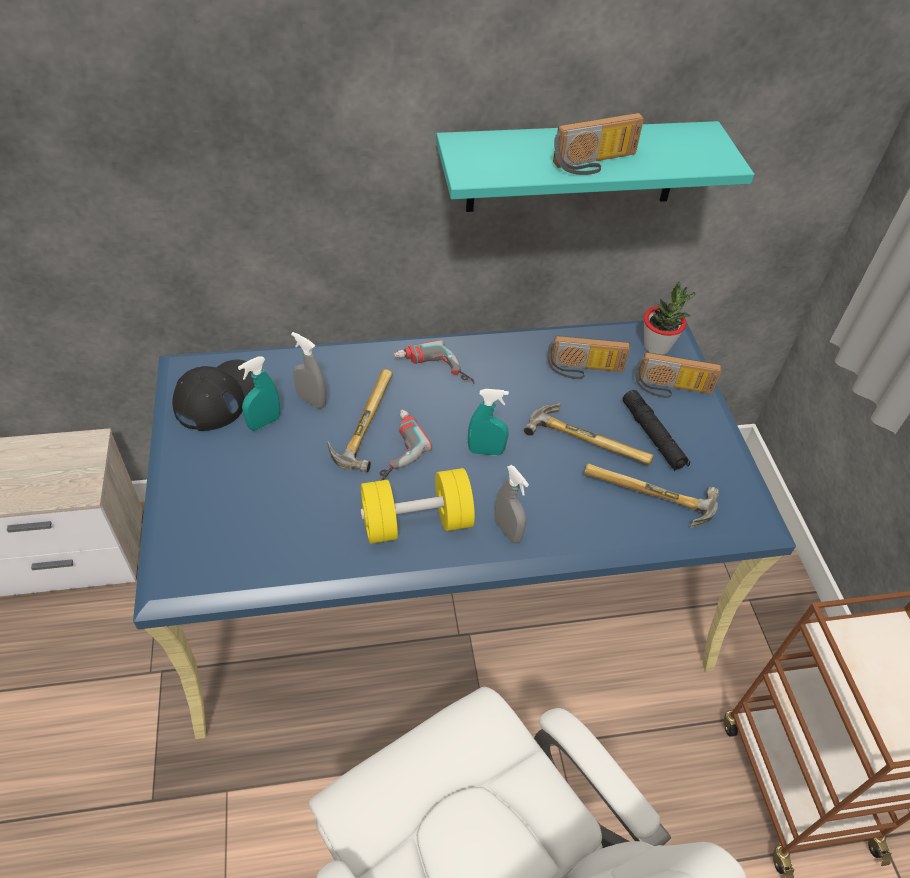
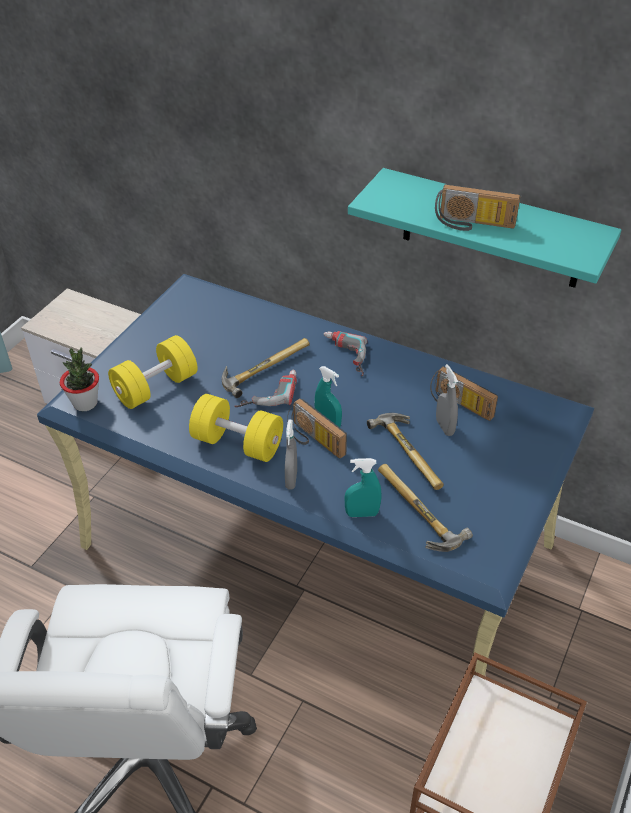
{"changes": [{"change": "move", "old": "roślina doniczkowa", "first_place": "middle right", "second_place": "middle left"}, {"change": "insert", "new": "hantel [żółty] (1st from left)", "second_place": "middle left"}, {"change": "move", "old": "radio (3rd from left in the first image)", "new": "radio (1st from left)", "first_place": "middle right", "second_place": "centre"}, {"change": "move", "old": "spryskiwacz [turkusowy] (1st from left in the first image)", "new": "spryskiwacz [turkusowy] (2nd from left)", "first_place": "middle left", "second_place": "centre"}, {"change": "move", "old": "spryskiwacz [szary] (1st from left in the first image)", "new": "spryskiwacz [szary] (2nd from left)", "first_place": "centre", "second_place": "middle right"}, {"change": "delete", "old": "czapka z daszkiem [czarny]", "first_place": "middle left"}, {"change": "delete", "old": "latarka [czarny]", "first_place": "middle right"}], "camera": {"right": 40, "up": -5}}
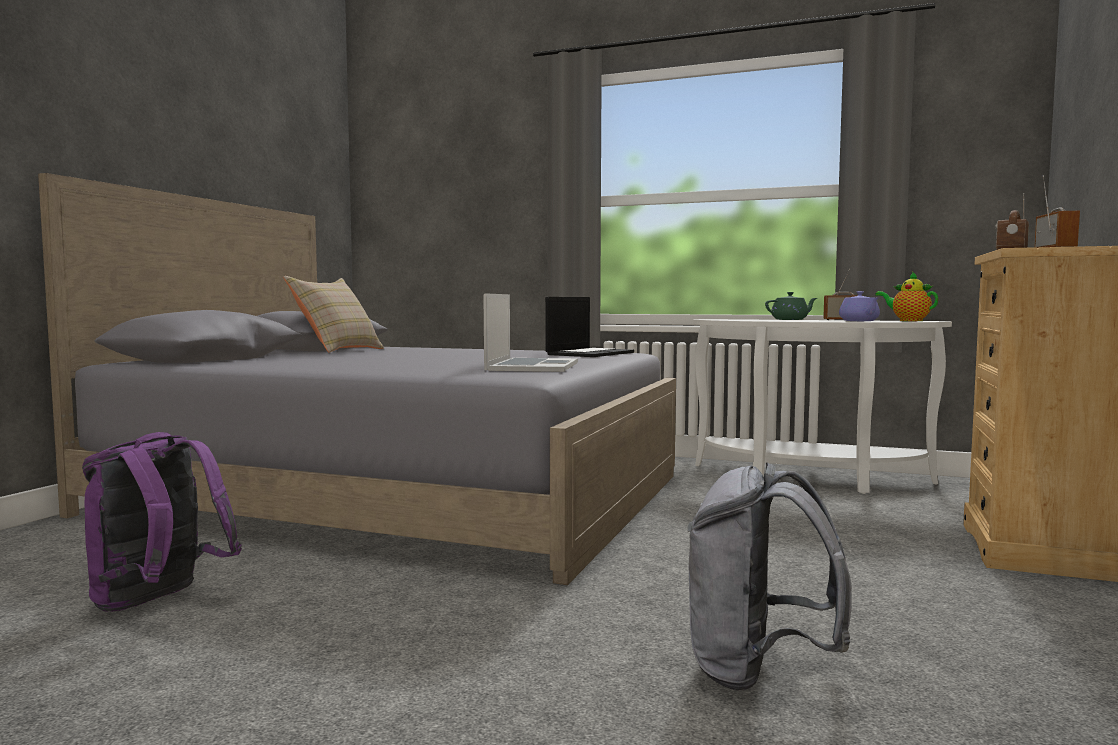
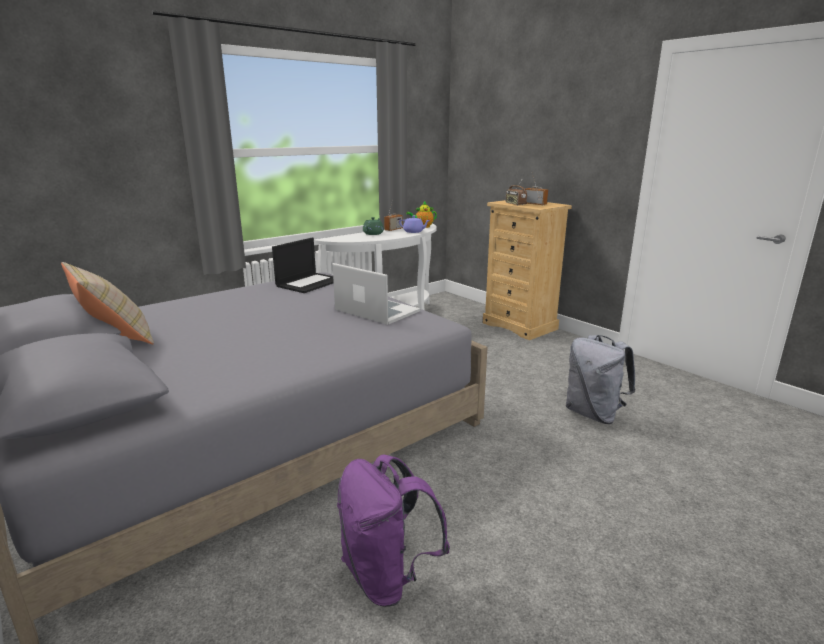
{"changes": [{"change": "rotate", "old": "laptop (2nd from left in the first image)", "first_place": "centre", "second_place": "centre", "degrees": 60}], "camera": {"right": -60, "up": 15}}
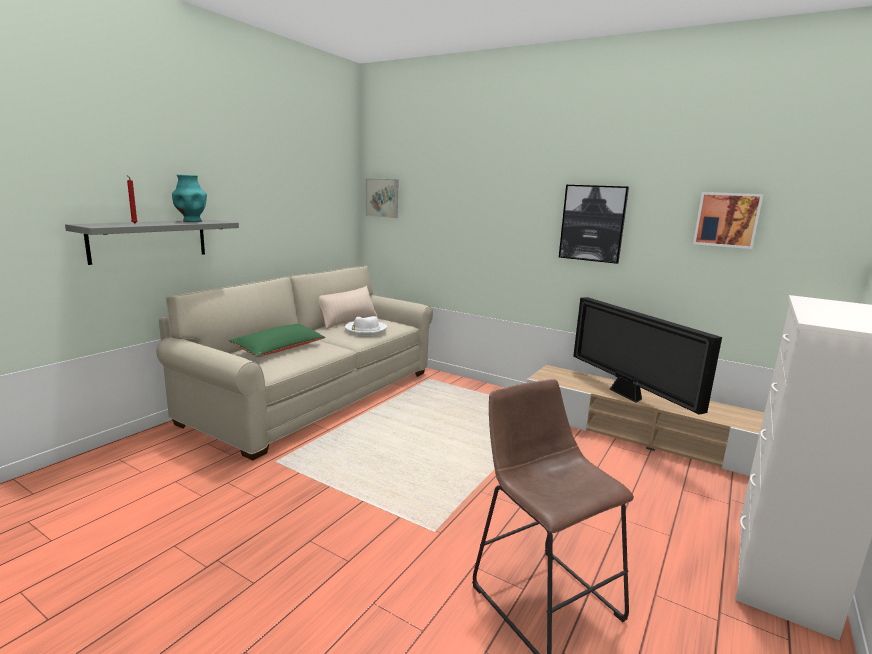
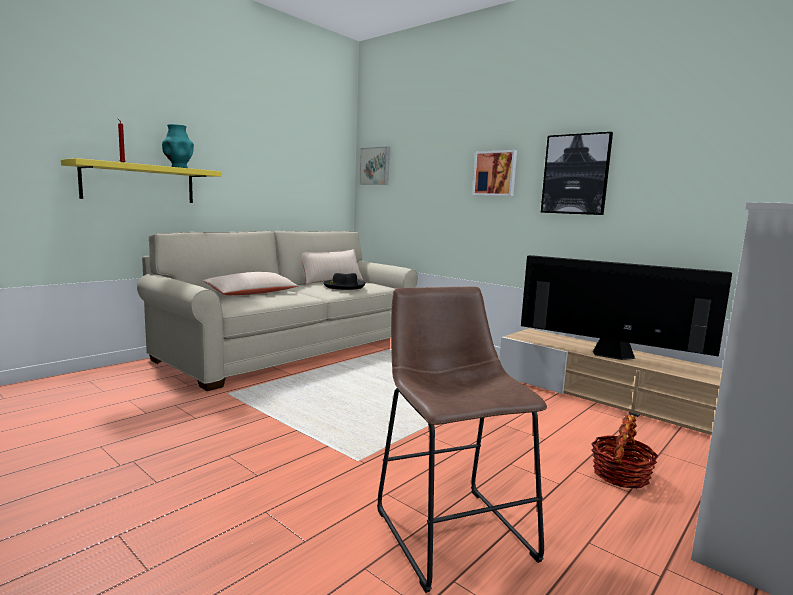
{"changes": [{"change": "recolor", "old": "półka [szary]", "new": "półka [żółty]", "first_place": "middle left", "second_place": "top left"}, {"change": "recolor", "old": "poduszka [zielony]", "new": "poduszka [beżowy] (1st from left)", "first_place": "middle left", "second_place": "middle left"}, {"change": "recolor", "old": "kapelusz [biały]", "new": "kapelusz [czarny]", "first_place": "centre", "second_place": "centre"}, {"change": "move", "old": "obraz (3rd from left in the first image)", "new": "obraz (2nd from left)", "first_place": "middle right", "second_place": "top centre"}, {"change": "rotate", "old": "telewizor", "first_place": "middle right", "second_place": "middle right", "degrees": 135}, {"change": "insert", "new": "koszyk", "second_place": "bottom right"}], "camera": {"right": 10, "up": -5}}
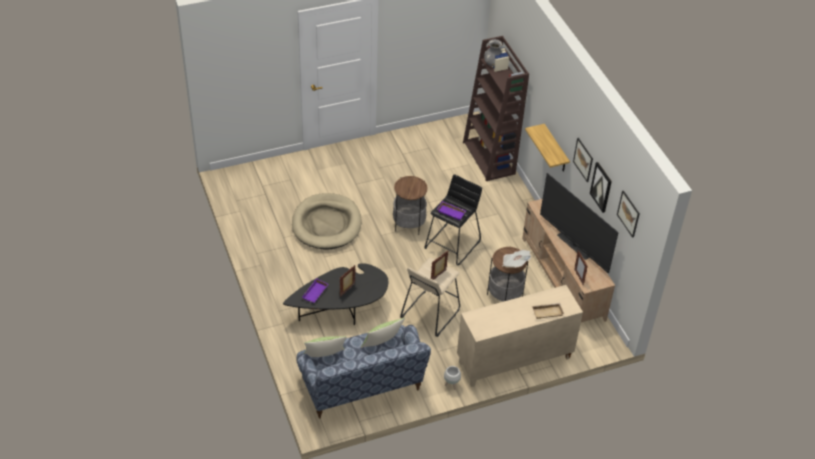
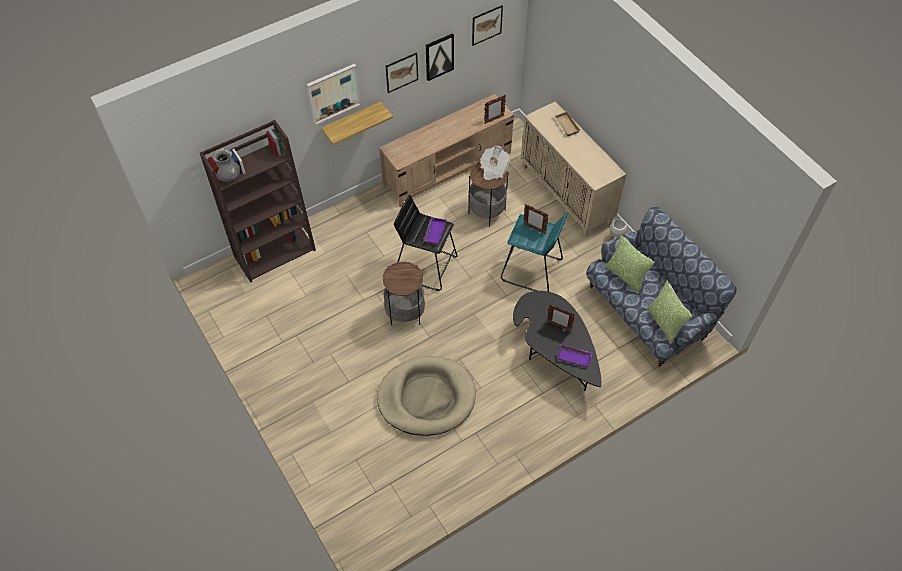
{"changes": [{"change": "insert", "new": "obraz (1st from left)", "second_place": "top centre"}, {"change": "recolor", "old": "stołek [beżowy]", "new": "stołek [turkusowy]", "first_place": "centre", "second_place": "centre"}, {"change": "delete", "old": "telewizor", "first_place": "middle right"}], "camera": {"right": -100, "up": 10}}
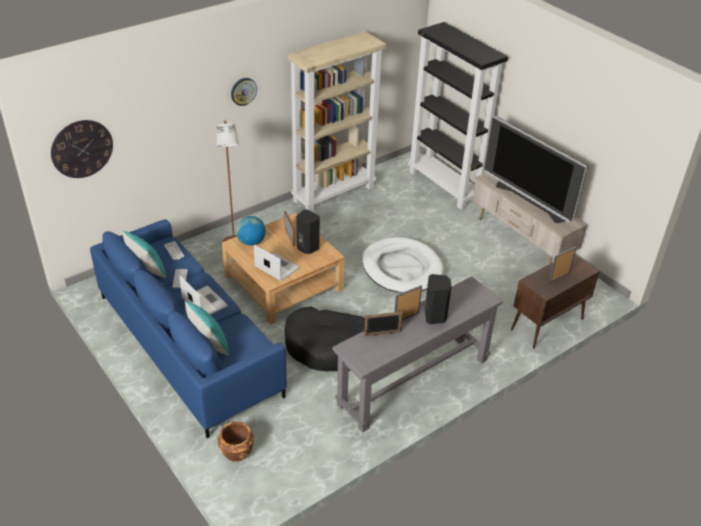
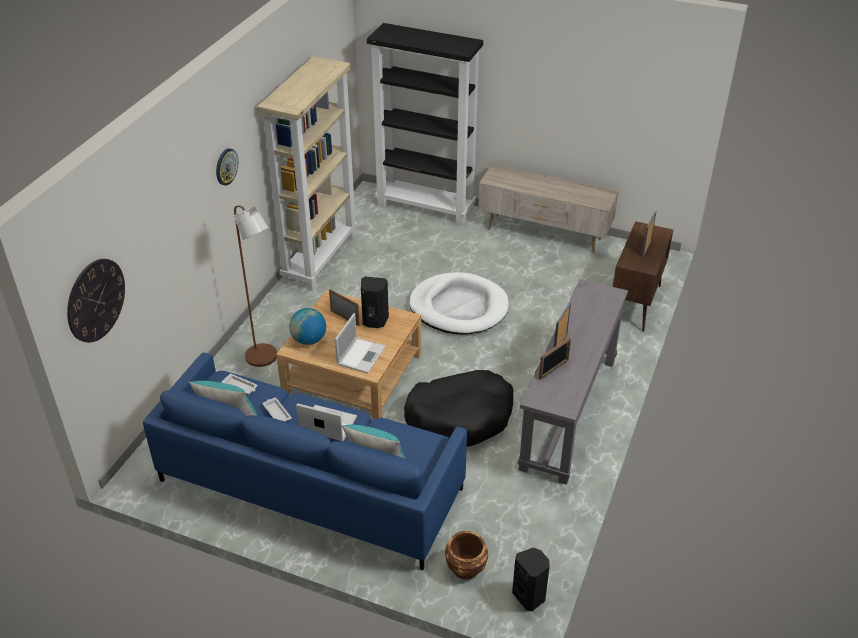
{"changes": [{"change": "rotate", "old": "laptop (2nd from left)", "first_place": "centre", "second_place": "centre", "degrees": 105}, {"change": "move", "old": "głośnik [czarny] (2nd from left)", "first_place": "centre", "second_place": "bottom centre"}, {"change": "delete", "old": "telewizor", "first_place": "top right"}], "camera": {"right": -30, "up": 0}}
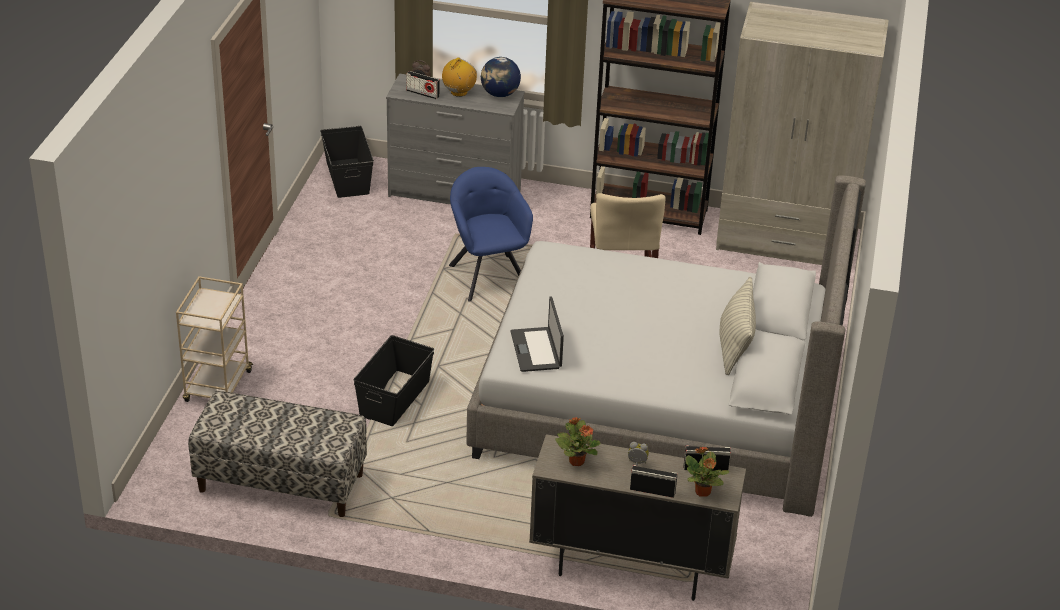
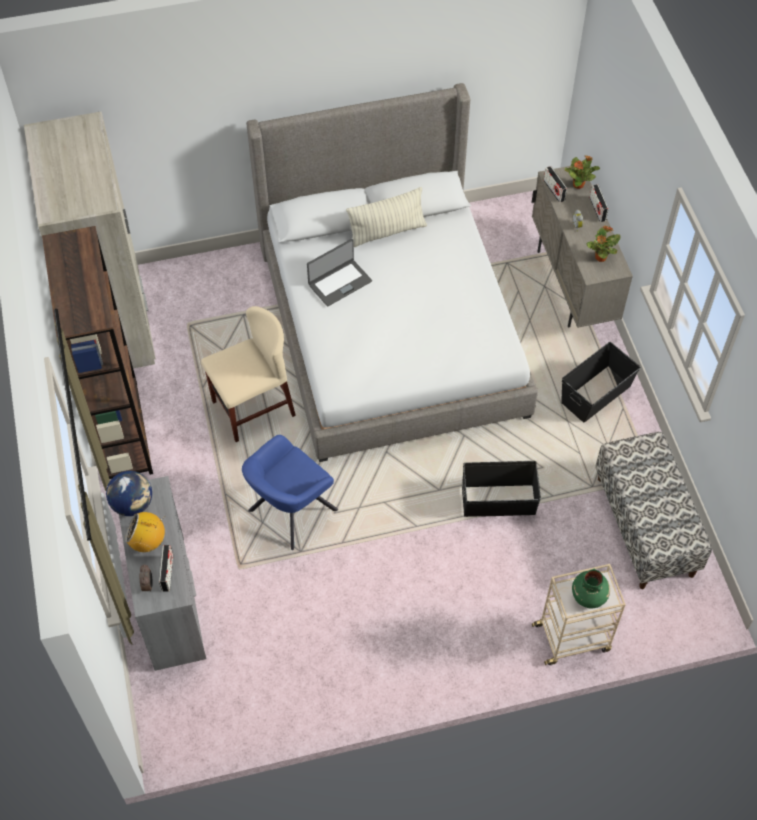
{"changes": [{"change": "move", "old": "laptop", "first_place": "centre", "second_place": "top centre"}, {"change": "move", "old": "pojemnik do przechowywania [czarny] (1st from left in the first image)", "new": "pojemnik do przechowywania [czarny] (2nd from left)", "first_place": "top left", "second_place": "middle right"}, {"change": "insert", "new": "wazon [zielony]", "second_place": "bottom right"}], "camera": {"right": -115, "up": 20}}
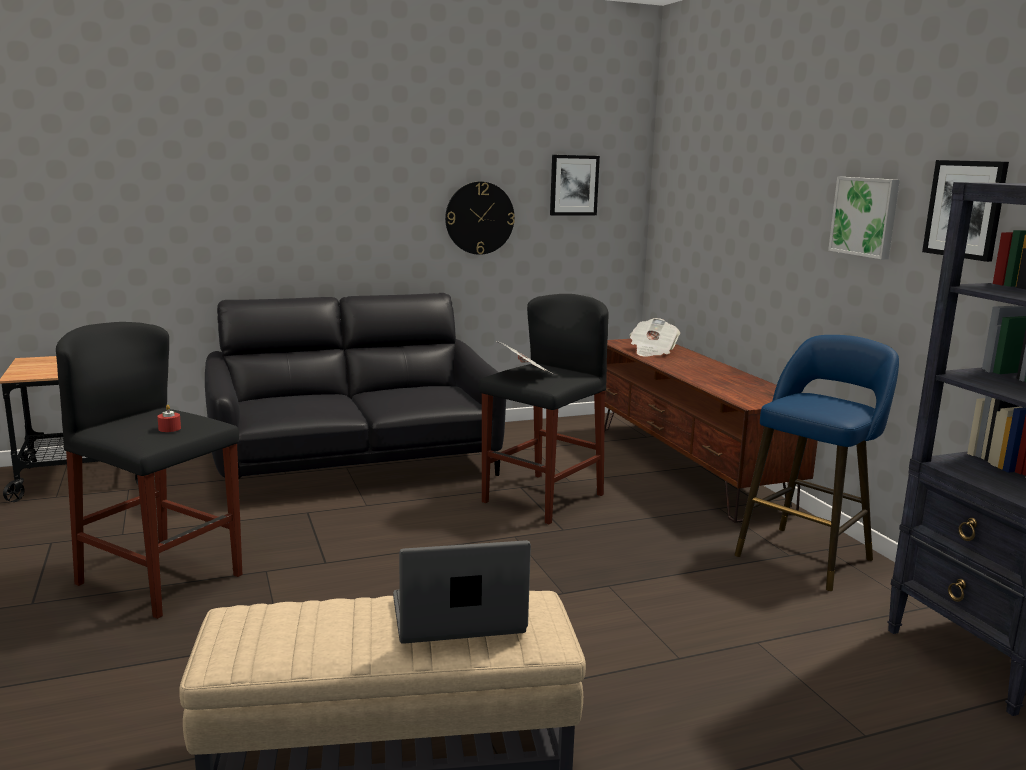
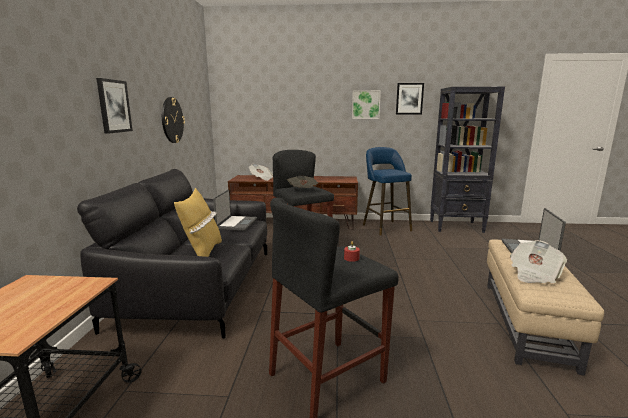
{"changes": [{"change": "move", "old": "obraz (1st from left)", "first_place": "top centre", "second_place": "top left"}, {"change": "insert", "new": "poduszka [żółty]", "second_place": "middle left"}, {"change": "insert", "new": "laptop (1st from left)", "second_place": "centre"}, {"change": "insert", "new": "gazeta (3rd from left)", "second_place": "middle right"}], "camera": {"right": -65, "up": 0}}
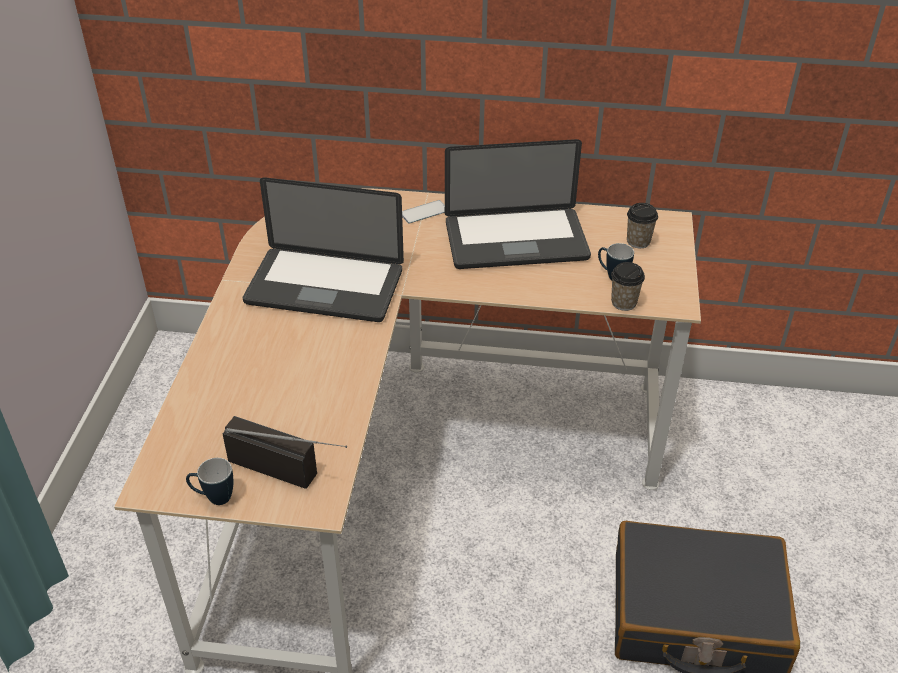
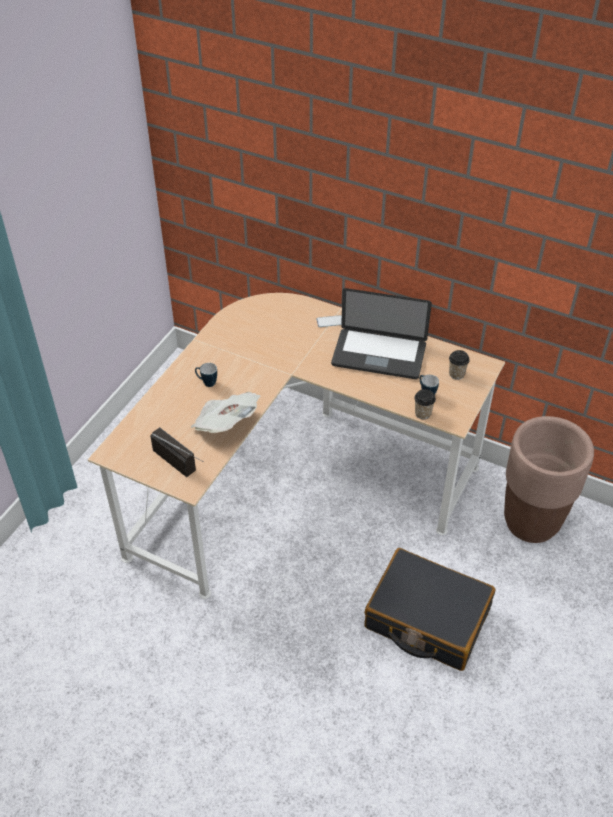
{"changes": [{"change": "insert", "new": "gazeta", "second_place": "centre"}, {"change": "move", "old": "kubek (1st from left)", "first_place": "bottom left", "second_place": "centre"}, {"change": "insert", "new": "donica [brązowy]", "second_place": "middle right"}, {"change": "delete", "old": "laptop (1st from left)", "first_place": "centre"}], "camera": {"right": 20, "up": 5}}
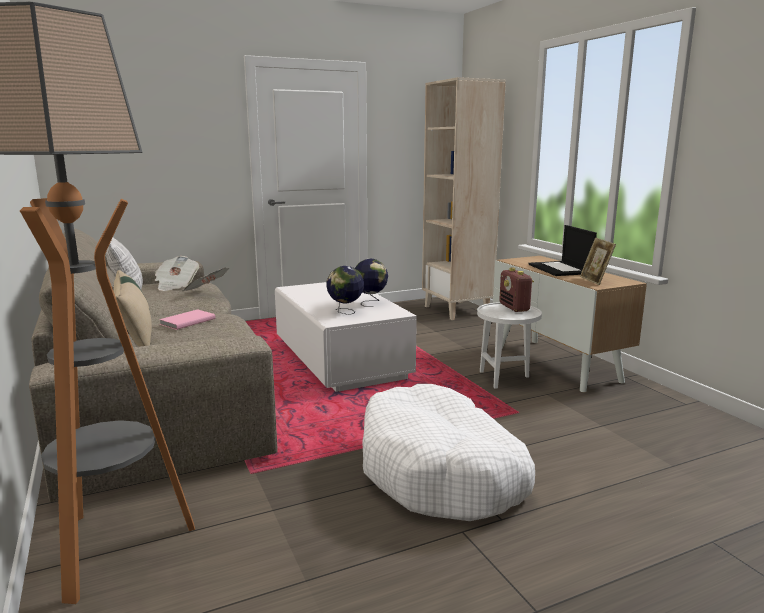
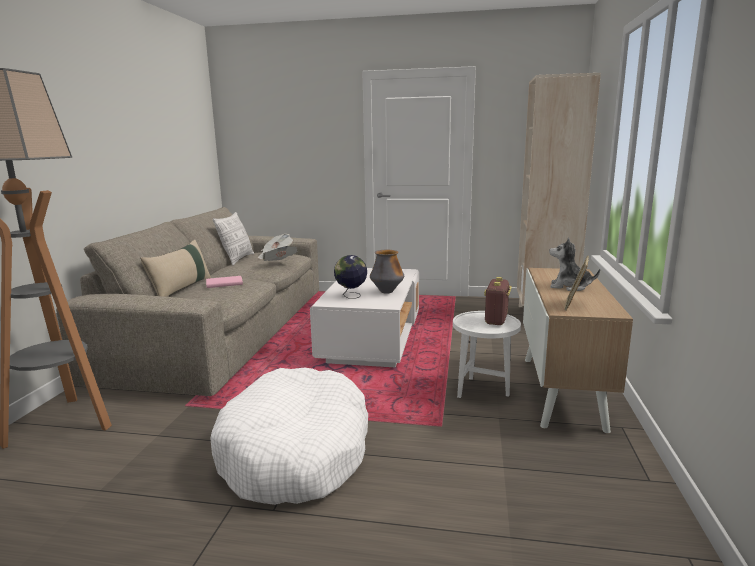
{"changes": [{"change": "replace", "old": "globus (2nd from left)", "new": "wazon", "first_place": "centre", "second_place": "centre"}, {"change": "replace", "old": "laptop", "new": "pluszak", "first_place": "middle right", "second_place": "middle right"}], "camera": {"right": 35, "up": 0}}
